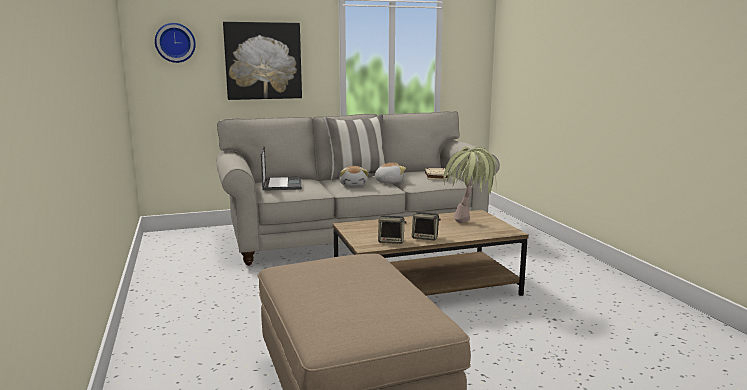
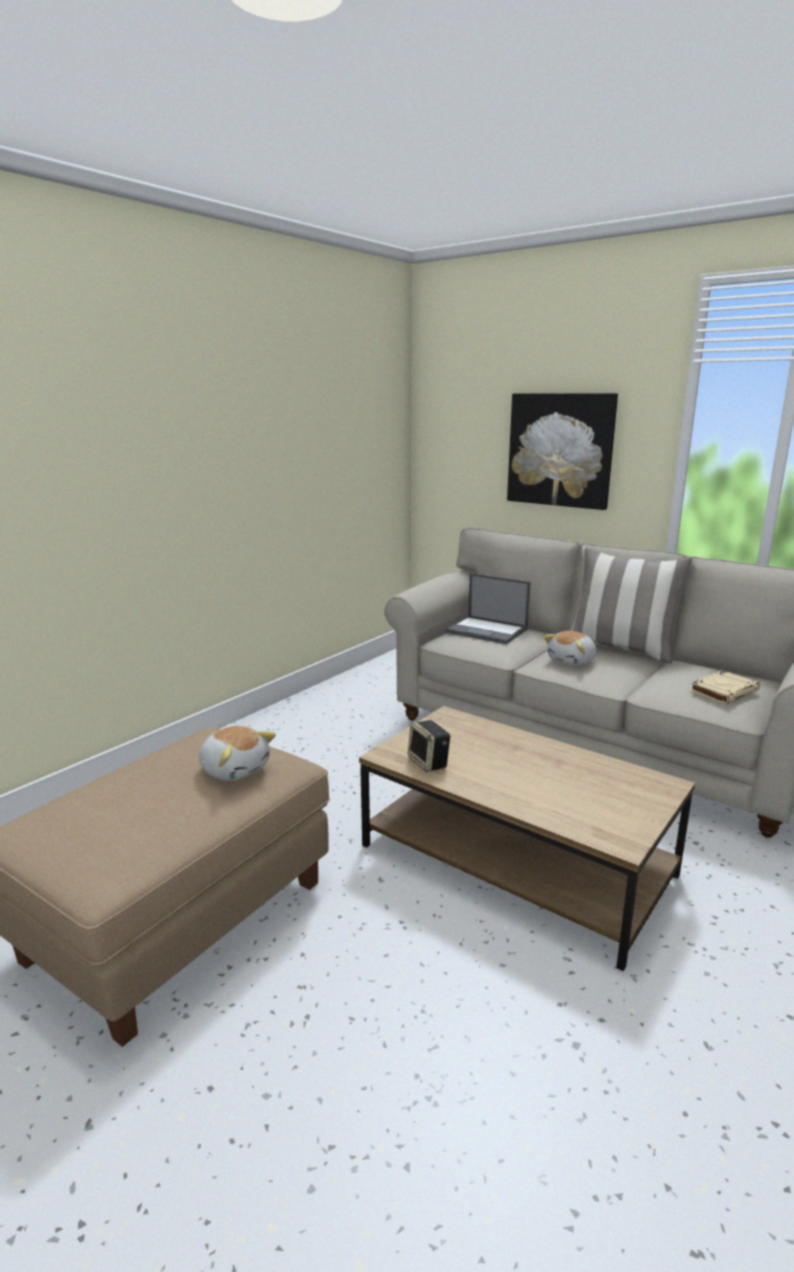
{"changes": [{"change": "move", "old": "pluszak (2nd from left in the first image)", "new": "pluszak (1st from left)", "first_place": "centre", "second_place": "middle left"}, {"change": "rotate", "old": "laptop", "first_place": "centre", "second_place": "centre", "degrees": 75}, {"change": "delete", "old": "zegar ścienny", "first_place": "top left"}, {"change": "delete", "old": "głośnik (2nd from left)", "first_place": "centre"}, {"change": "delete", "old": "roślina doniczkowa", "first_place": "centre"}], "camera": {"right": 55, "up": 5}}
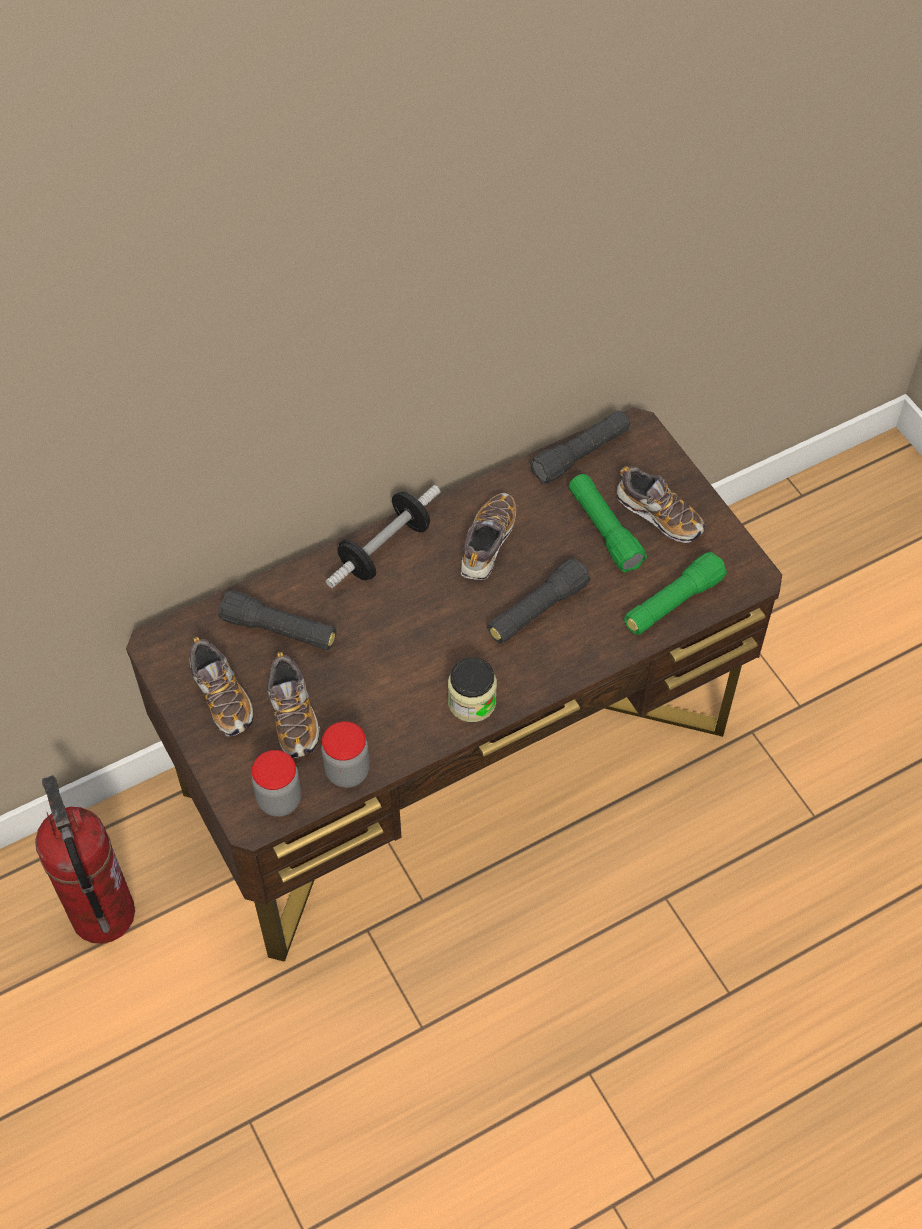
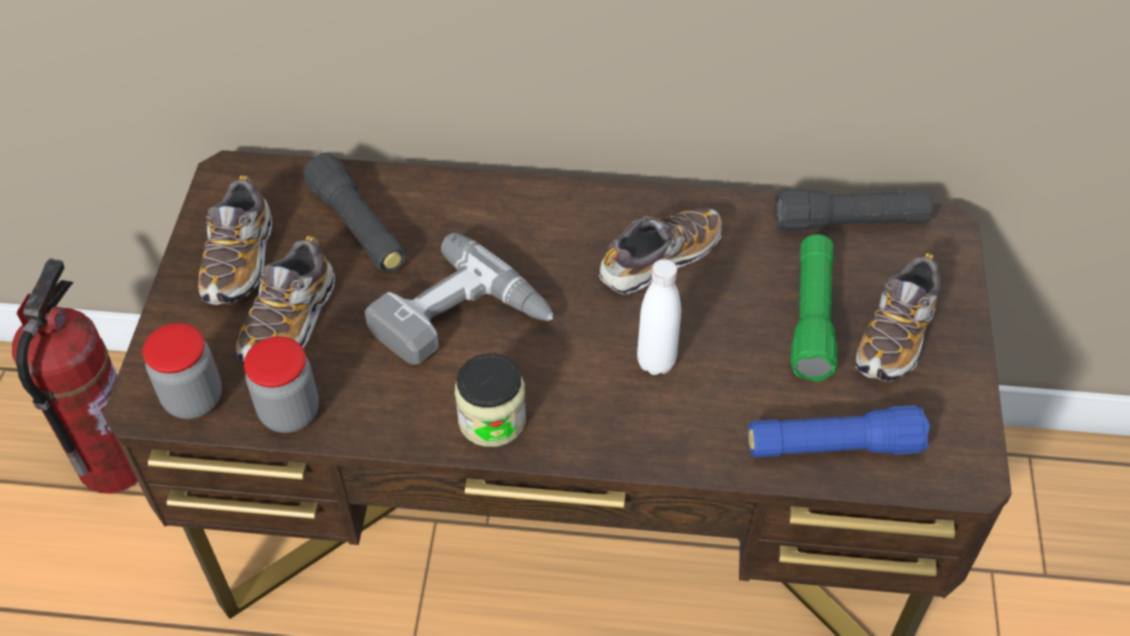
{"changes": [{"change": "insert", "new": "wiertarka", "second_place": "centre"}, {"change": "replace", "old": "latarka [czarny] (2nd from left)", "new": "butelka [biały]", "first_place": "centre", "second_place": "centre"}, {"change": "recolor", "old": "latarka [zielony] (2nd from left)", "new": "latarka [niebieski]", "first_place": "middle right", "second_place": "bottom right"}, {"change": "rotate", "old": "but (4th from left)", "first_place": "middle right", "second_place": "middle right", "degrees": 45}, {"change": "delete", "old": "hantel", "first_place": "centre"}], "camera": {"right": 35, "up": -5}}
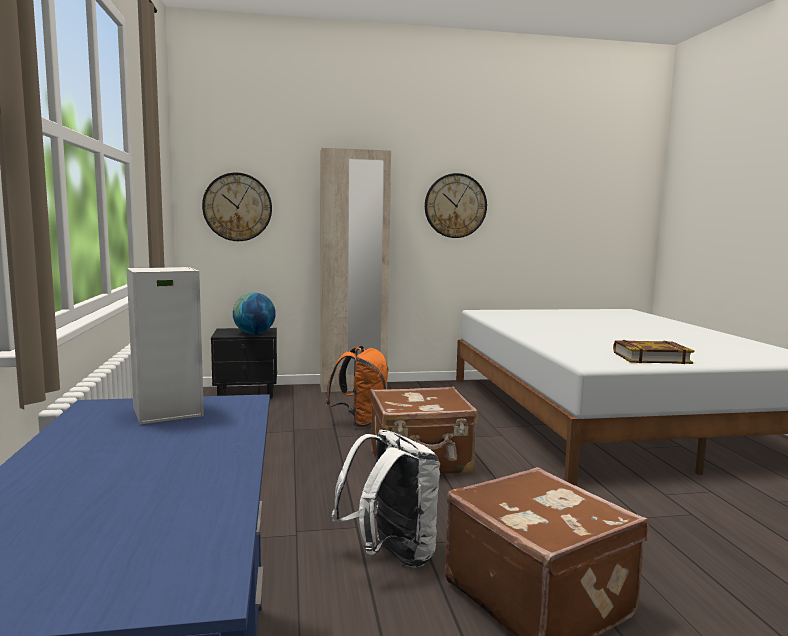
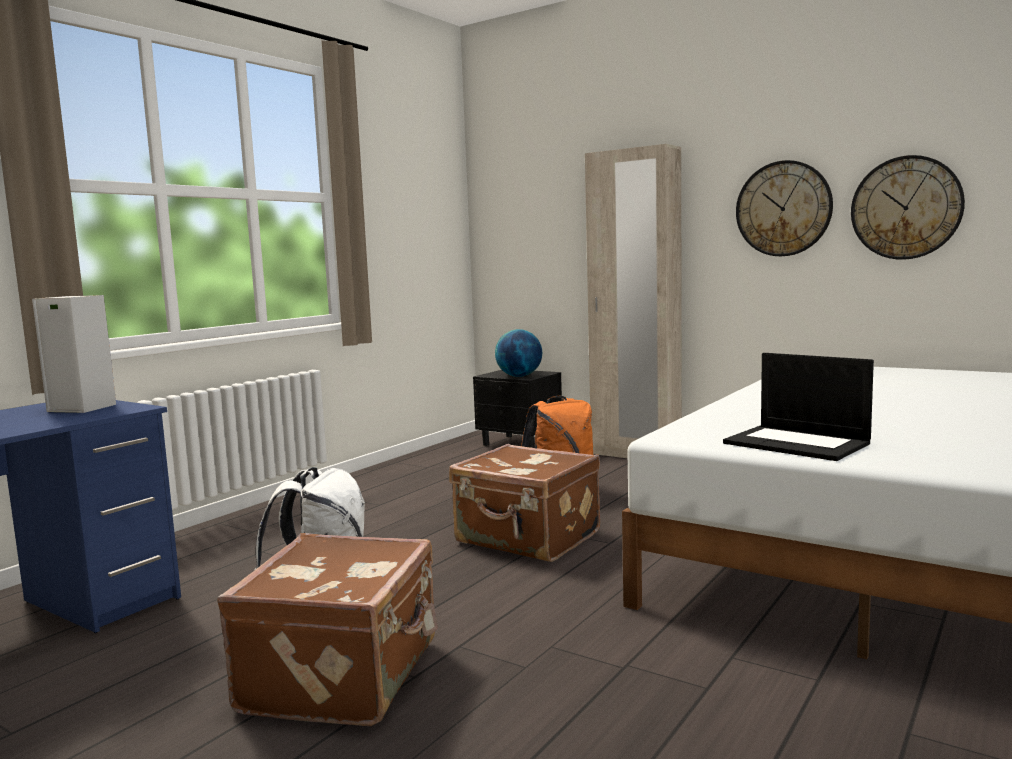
{"changes": [{"change": "replace", "old": "książka", "new": "laptop", "first_place": "middle right", "second_place": "middle right"}, {"change": "move", "old": "zegar ścienny (1st from left in the first image)", "new": "zegar ścienny (2nd from left)", "first_place": "top left", "second_place": "top right"}], "camera": {"right": 45, "up": 0}}
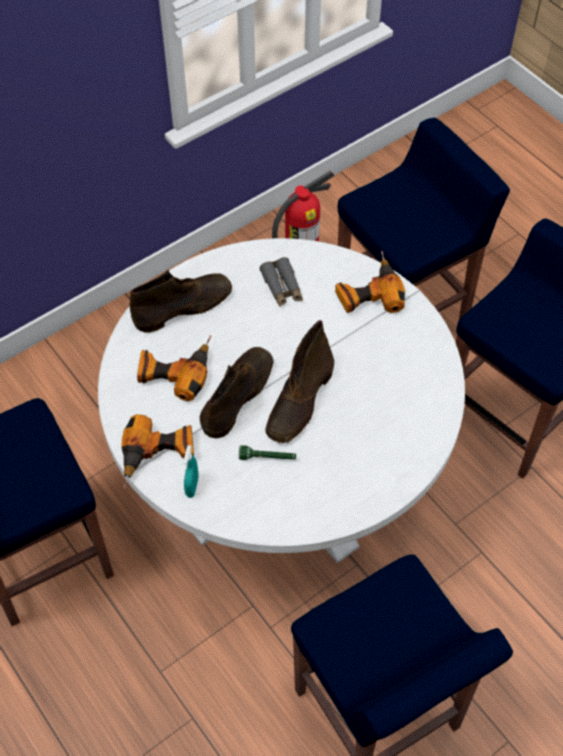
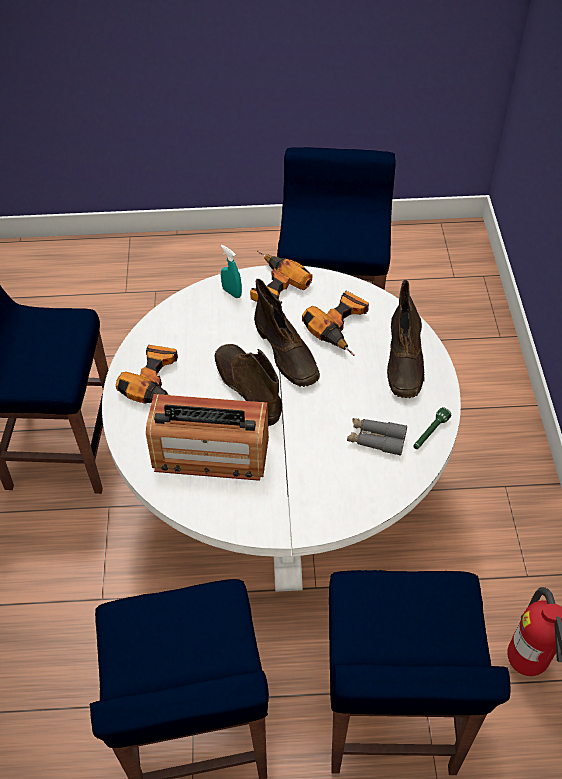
{"changes": [{"change": "move", "old": "wiertarka (3rd from left in the first image)", "new": "wiertarka (1st from left)", "first_place": "centre", "second_place": "middle left"}, {"change": "insert", "new": "radio", "second_place": "centre"}, {"change": "move", "old": "latarka [zielony]", "first_place": "centre", "second_place": "middle right"}], "camera": {"right": 125, "up": -5}}
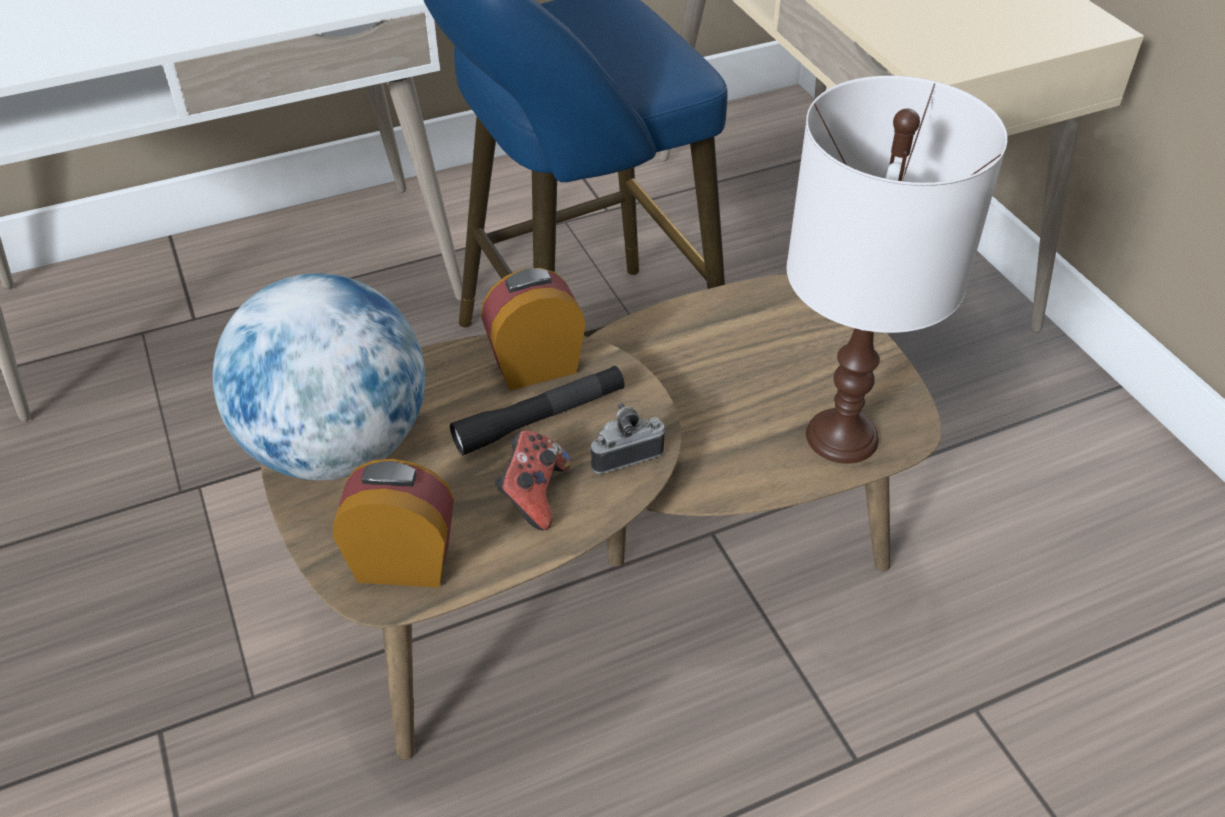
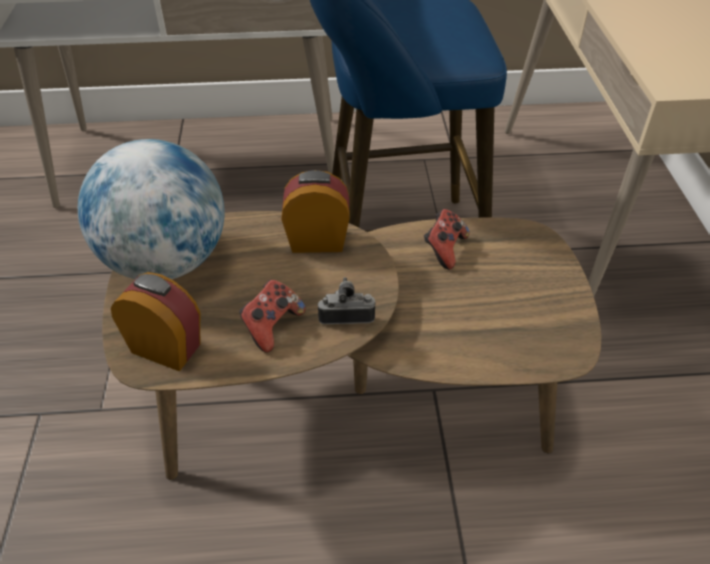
{"changes": [{"change": "insert", "new": "pad do gier (2nd from left)", "second_place": "centre"}, {"change": "delete", "old": "latarka [czarny]", "first_place": "centre"}, {"change": "delete", "old": "lampa stołowa [biały]", "first_place": "top right"}], "camera": {"right": 20, "up": 0}}
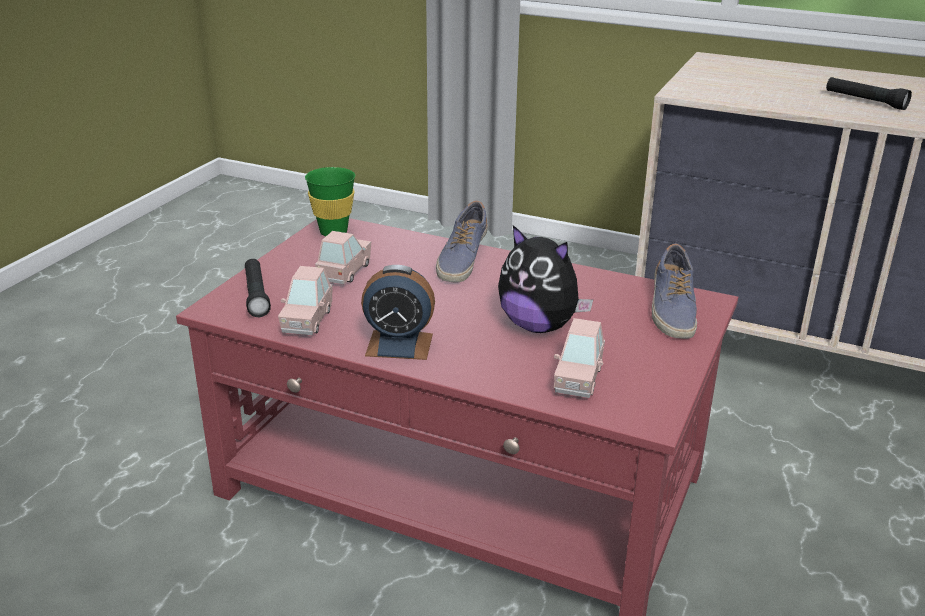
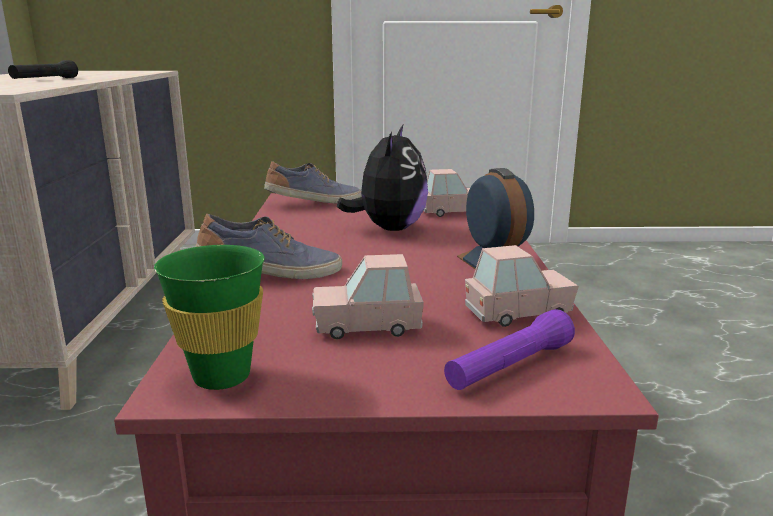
{"changes": [{"change": "recolor", "old": "latarka [czarny] (1st from left)", "new": "latarka [fioletowy]", "first_place": "middle left", "second_place": "bottom centre"}], "camera": {"right": -115, "up": -10}}
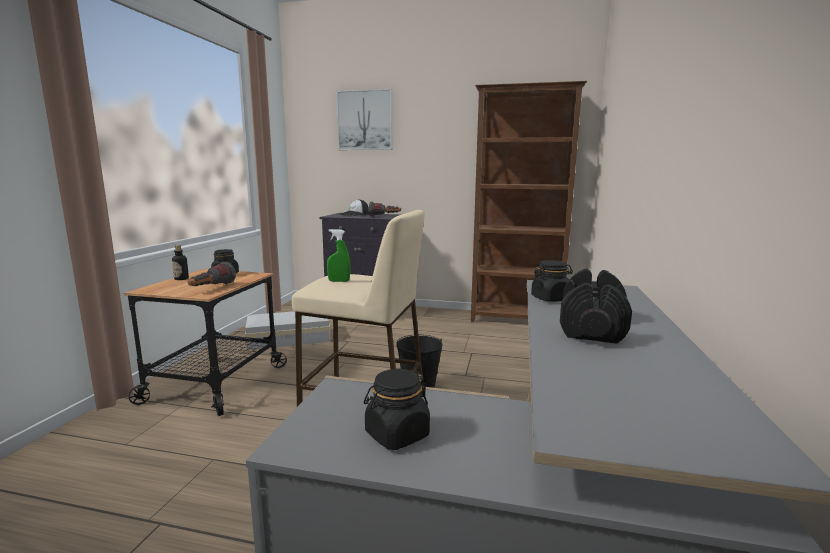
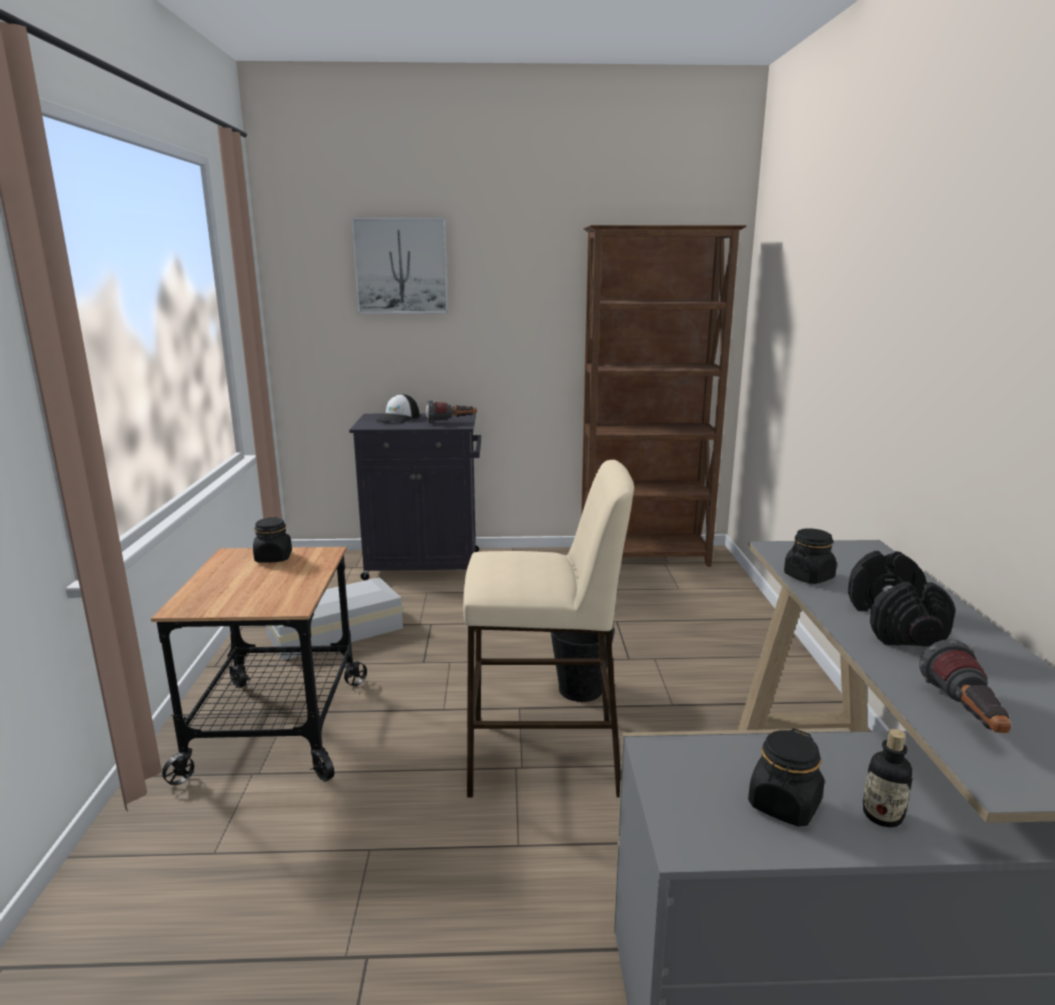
{"changes": [{"change": "move", "old": "butelka", "first_place": "middle left", "second_place": "bottom right"}, {"change": "move", "old": "latarka (1st from left in the first image)", "new": "latarka (2nd from left)", "first_place": "middle left", "second_place": "bottom right"}, {"change": "delete", "old": "spryskiwacz [zielony]", "first_place": "centre"}], "camera": {"right": -15, "up": 5}}
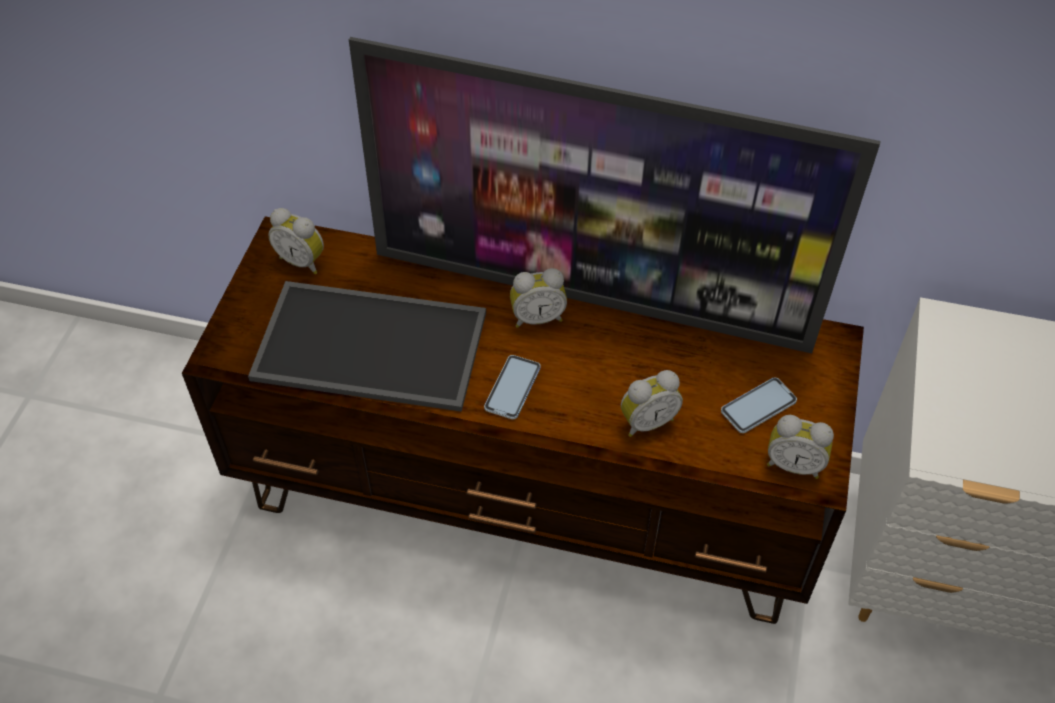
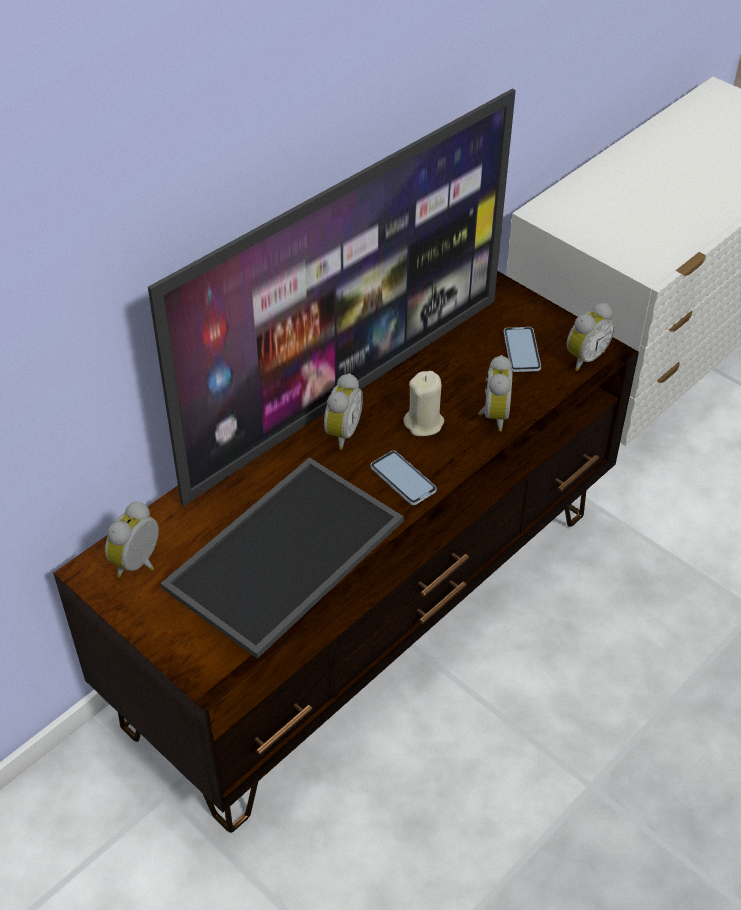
{"changes": [{"change": "rotate", "old": "budzik (1st from left)", "first_place": "middle left", "second_place": "middle left", "degrees": 150}, {"change": "insert", "new": "świeca [beżowy]", "second_place": "centre"}], "camera": {"right": -60, "up": -5}}
